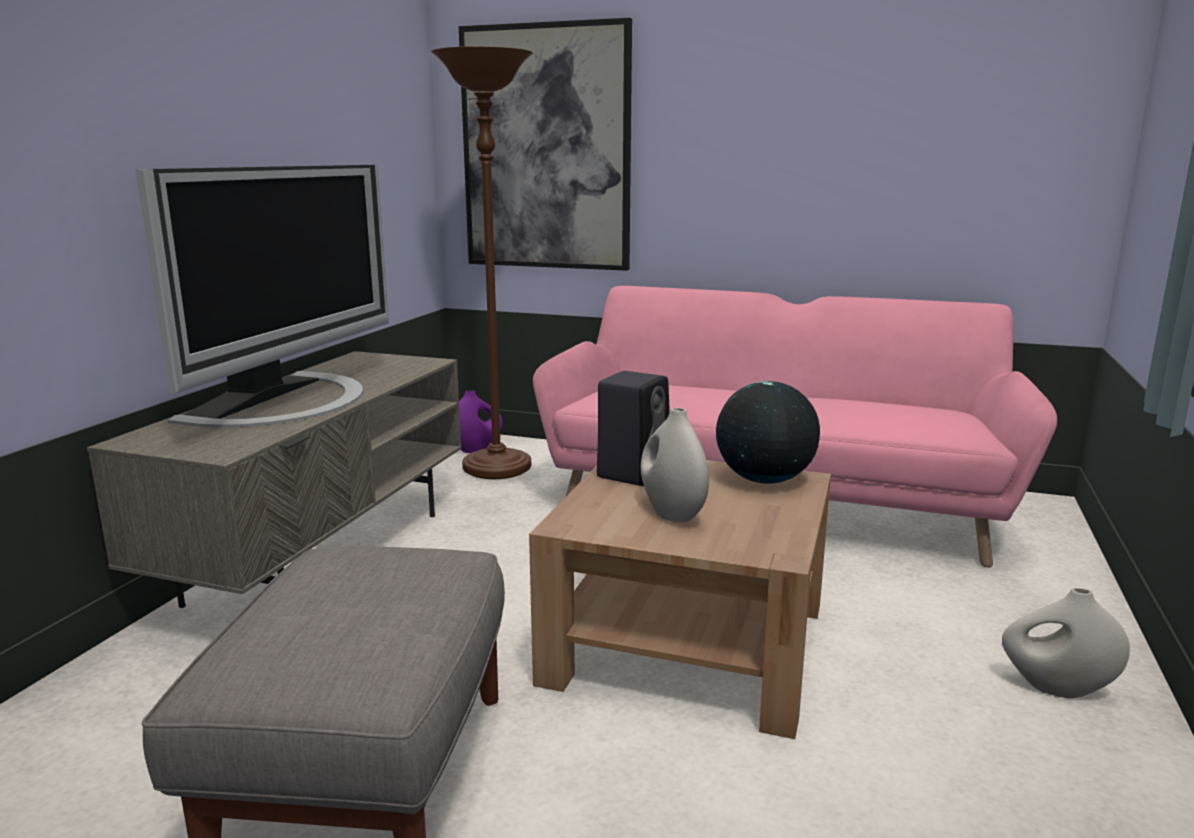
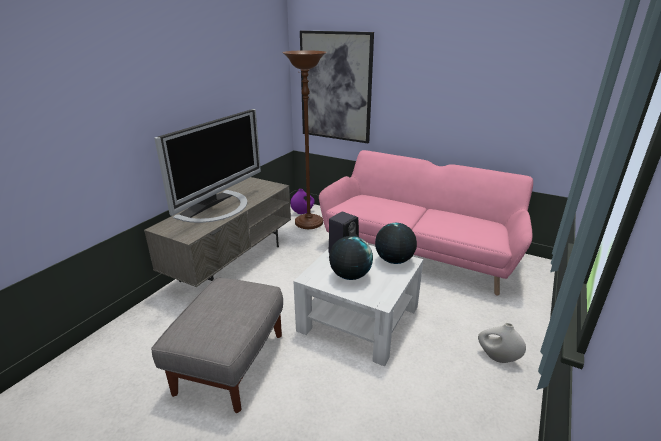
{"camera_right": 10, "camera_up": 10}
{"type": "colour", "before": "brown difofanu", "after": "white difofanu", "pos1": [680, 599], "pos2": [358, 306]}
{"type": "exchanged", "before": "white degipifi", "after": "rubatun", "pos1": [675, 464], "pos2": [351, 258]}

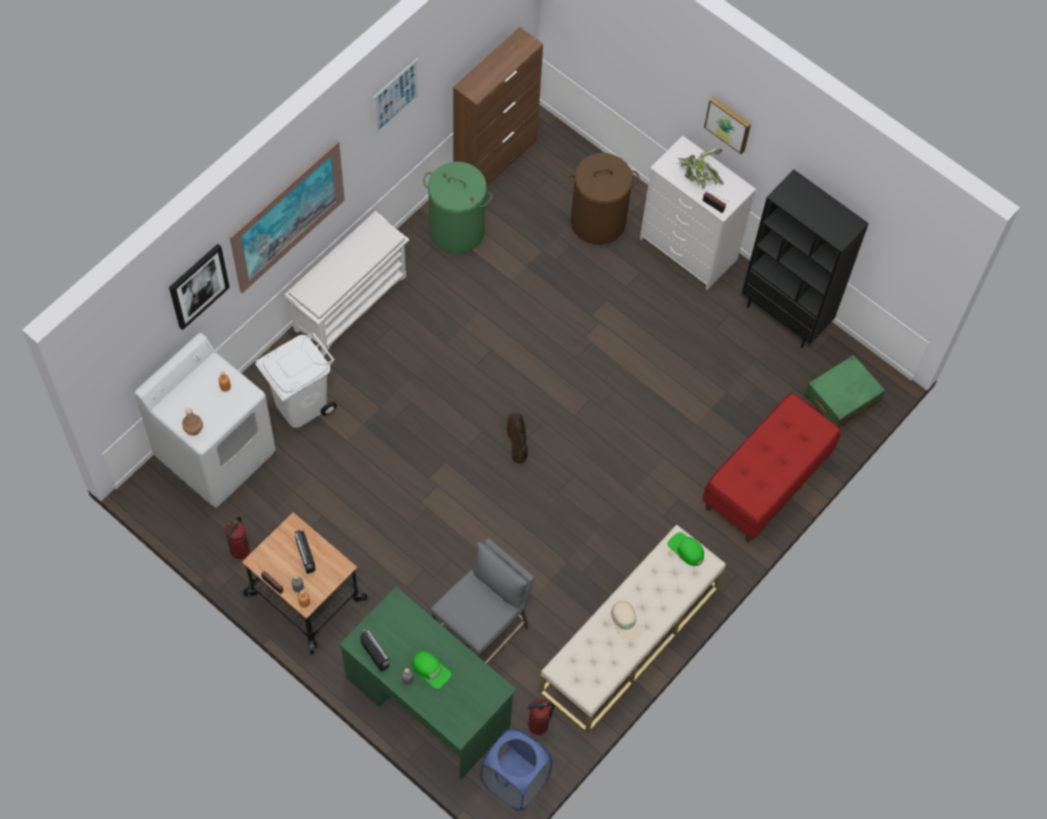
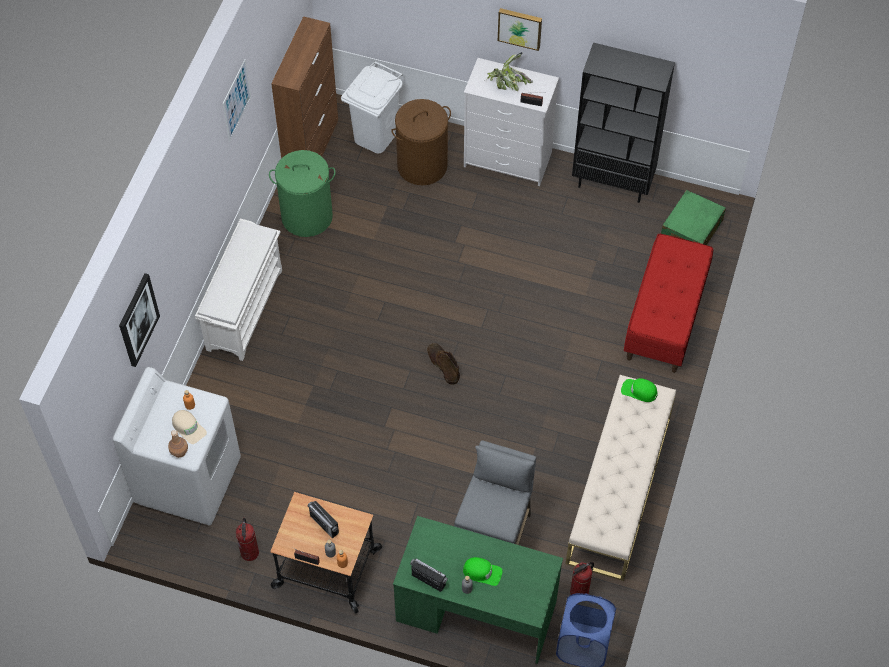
{"camera_right": -20, "camera_up": -5}
{"type": "missing", "before": "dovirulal", "pos1": [287, 216]}
{"type": "relocated", "before": "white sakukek", "pos1": [296, 380], "pos2": [372, 107]}
{"type": "relocated", "before": "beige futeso", "pos1": [626, 621], "pos2": [189, 427]}

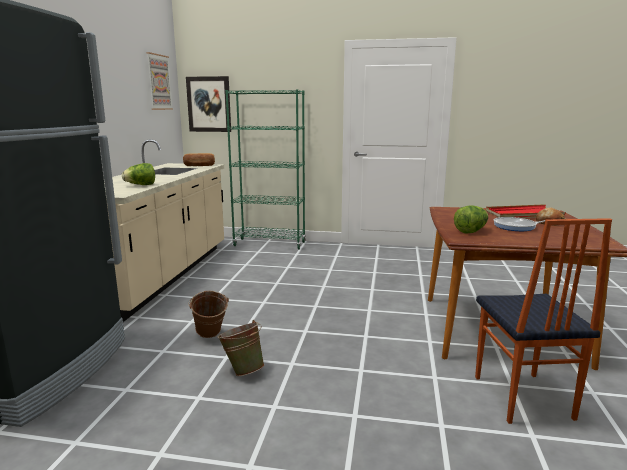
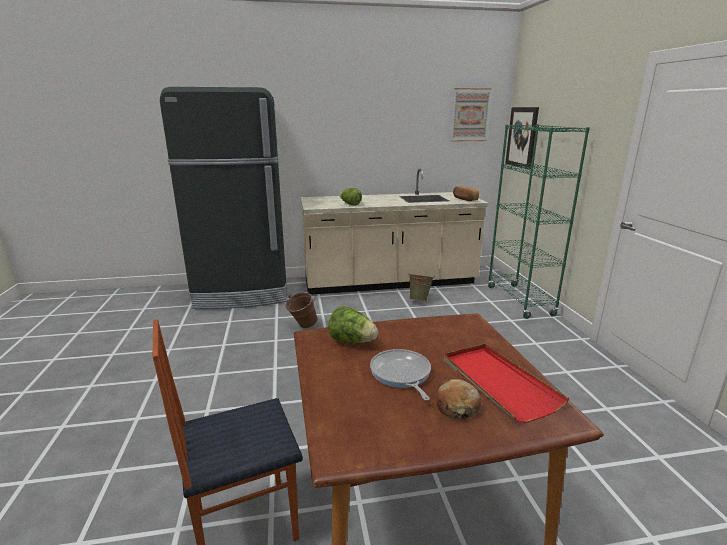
{"camera_right": 70, "camera_up": 5}
{"type": "relocated", "before": "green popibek", "pos1": [240, 348], "pos2": [421, 287]}

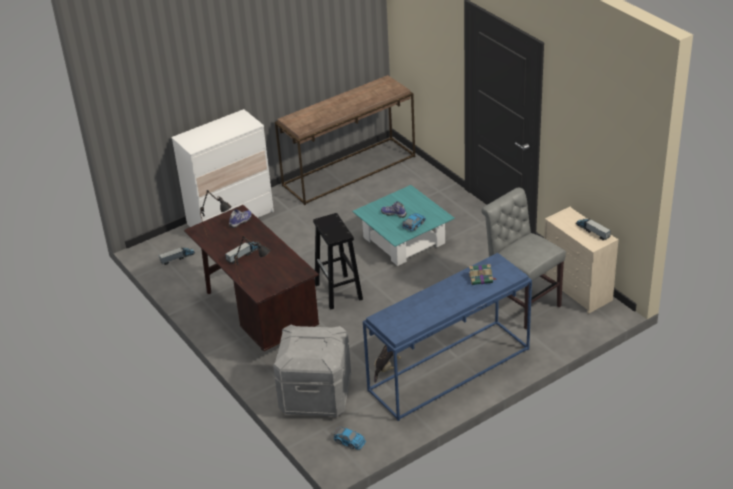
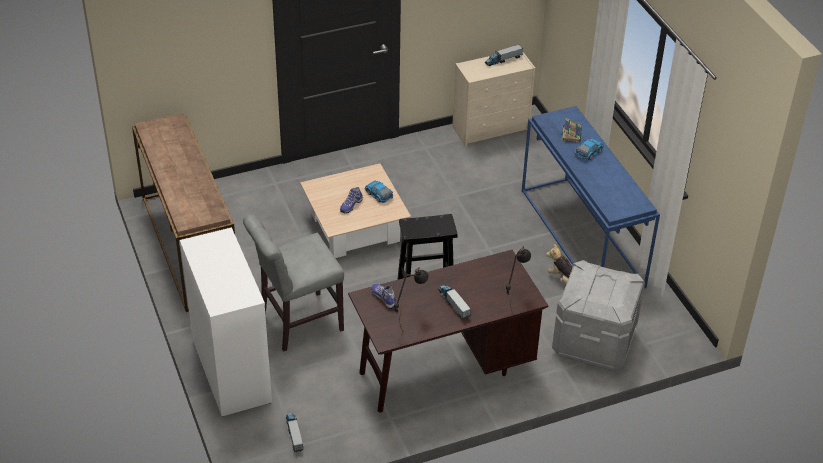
{"camera_right": -80, "camera_up": 5}
{"type": "relocated", "before": "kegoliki", "pos1": [349, 438], "pos2": [589, 149]}
{"type": "colour", "before": "turquoise difofanu", "after": "beige difofanu", "pos1": [403, 225], "pos2": [355, 210]}
{"type": "relocated", "before": "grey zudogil", "pos1": [523, 258], "pos2": [293, 282]}

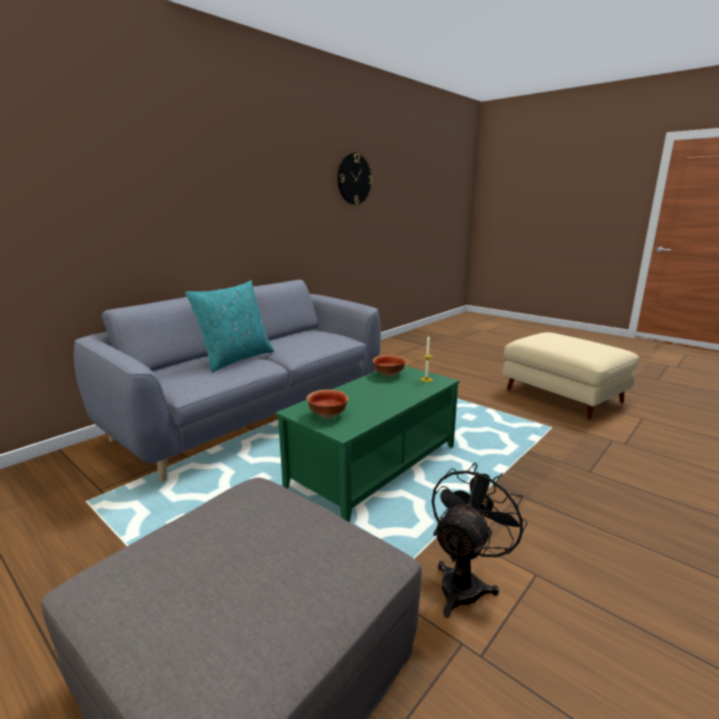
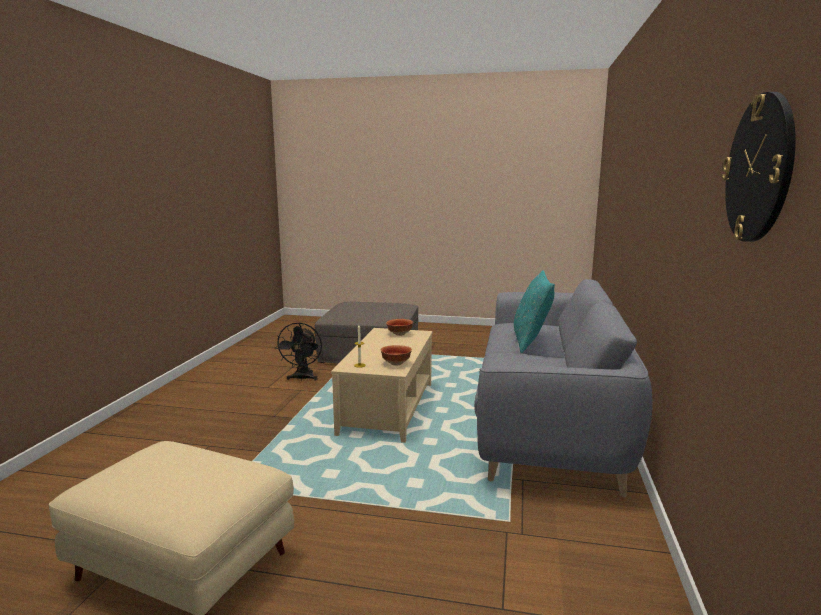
{"camera_right": 150, "camera_up": -5}
{"type": "colour", "before": "green difofanu", "after": "beige difofanu", "pos1": [367, 444], "pos2": [382, 385]}

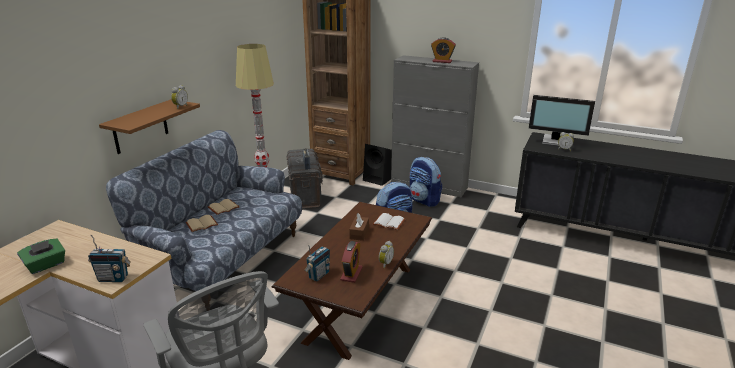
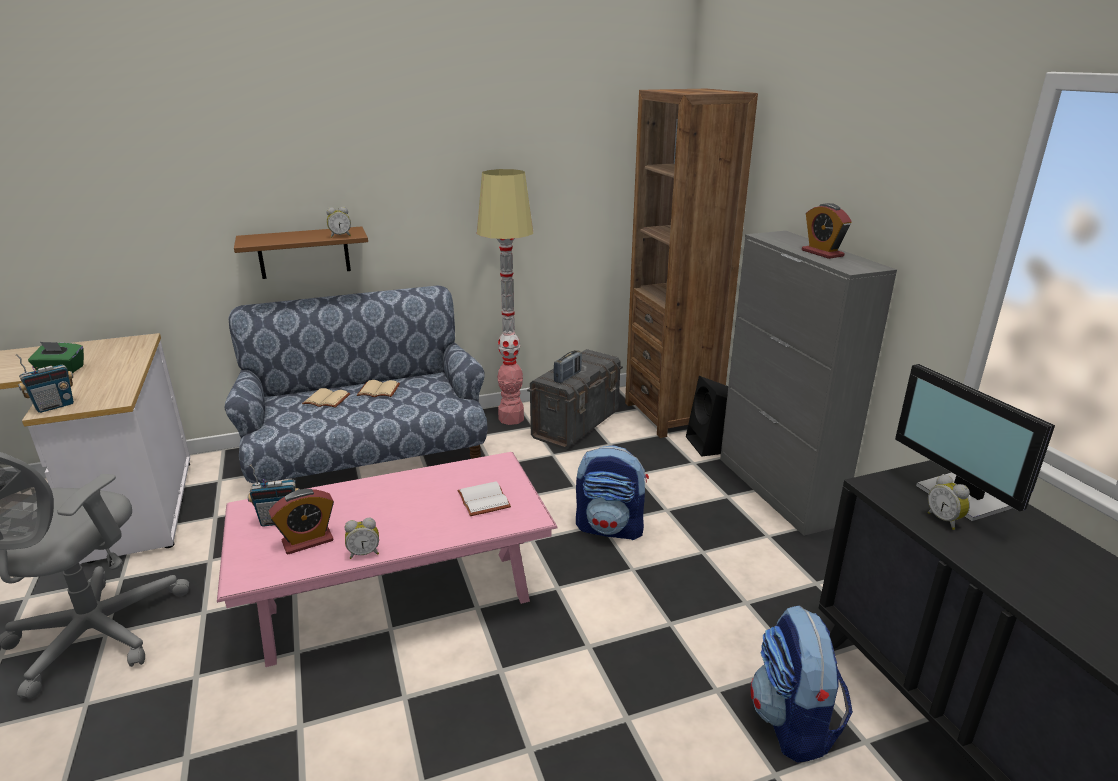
{"camera_right": 45, "camera_up": 0}
{"type": "spun", "before": "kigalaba", "pos1": [109, 258], "pos2": [44, 383], "turn": -90}
{"type": "colour", "before": "brown difofanu", "after": "pink difofanu", "pos1": [351, 281], "pos2": [387, 559]}
{"type": "missing", "before": "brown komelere", "pos1": [359, 227]}
{"type": "relocated", "before": "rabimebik", "pos1": [426, 182], "pos2": [801, 684]}

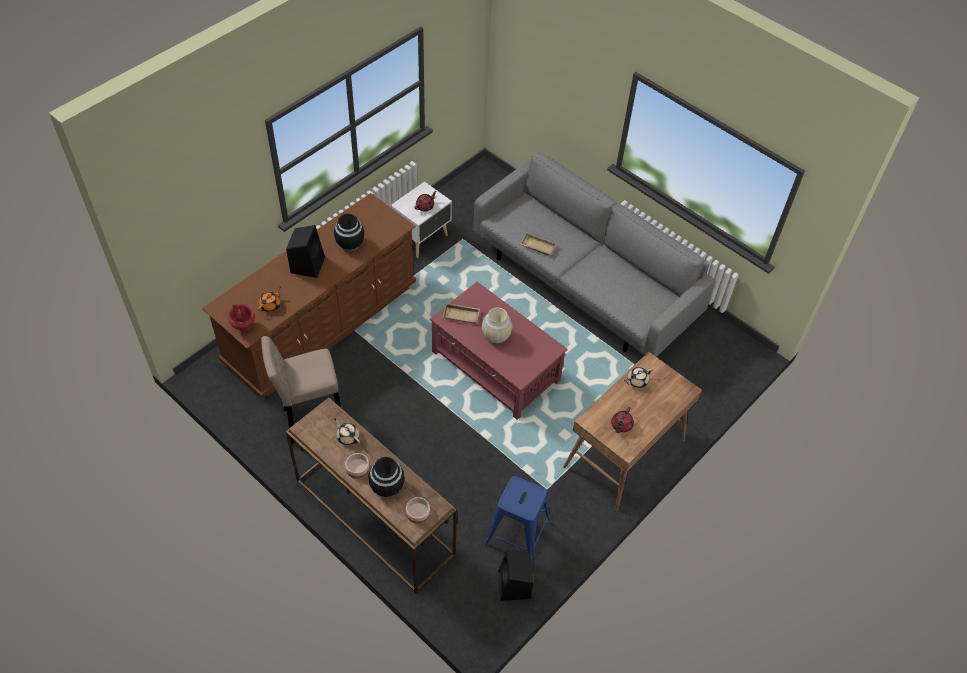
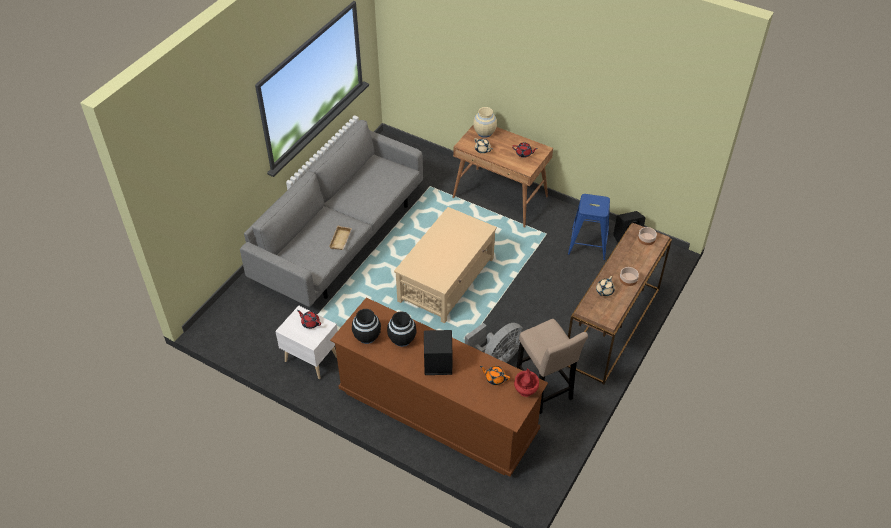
{"camera_right": -100, "camera_up": -5}
{"type": "relocated", "before": "black degipifi", "pos1": [386, 477], "pos2": [366, 326]}
{"type": "colour", "before": "red difofanu", "after": "beige difofanu", "pos1": [499, 351], "pos2": [445, 265]}
{"type": "missing", "before": "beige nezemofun", "pos1": [461, 313]}
{"type": "relocated", "before": "beige degipifi", "pos1": [497, 325], "pos2": [485, 122]}
{"type": "appeared", "after": "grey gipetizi", "pos2": [495, 343]}

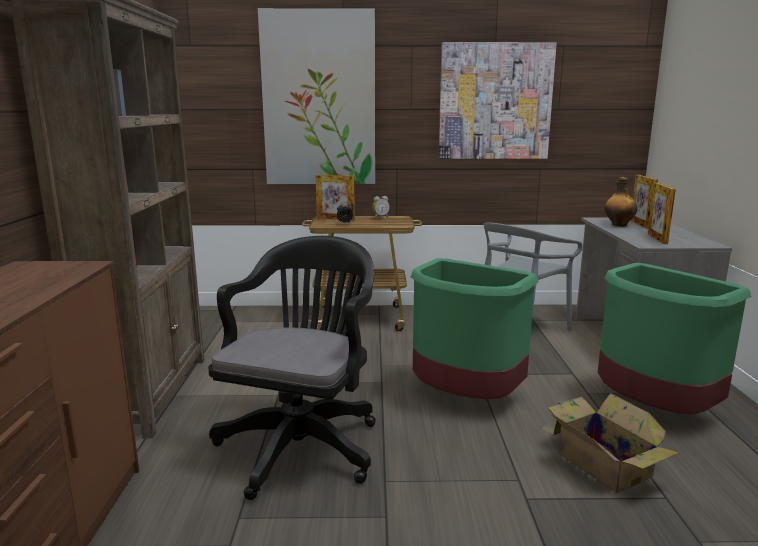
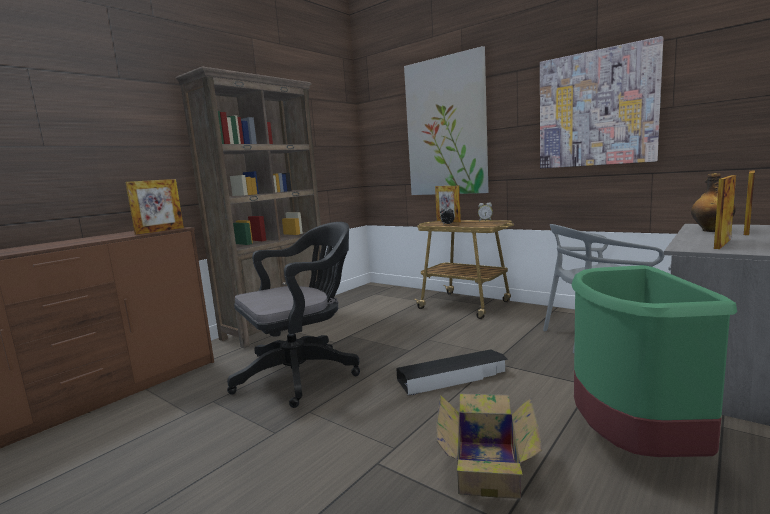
{"camera_right": 40, "camera_up": -5}
{"type": "exchanged", "before": "green sakukek", "after": "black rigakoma", "pos1": [474, 328], "pos2": [451, 372]}
{"type": "appeared", "after": "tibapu", "pos2": [154, 207]}

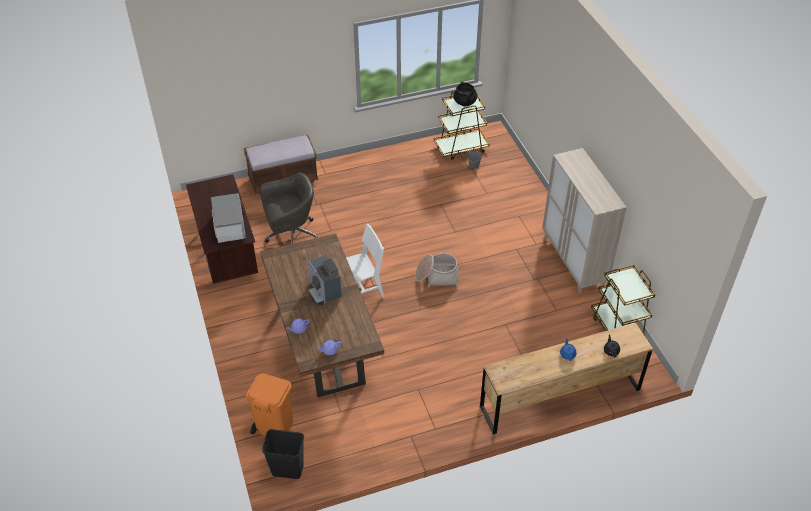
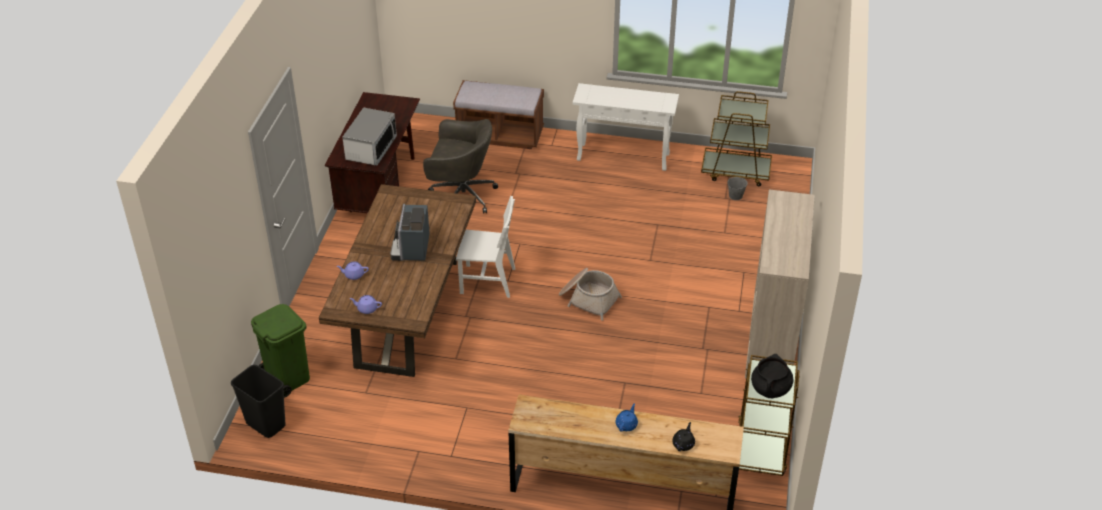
{"camera_right": 30, "camera_up": -5}
{"type": "colour", "before": "orange sakukek", "after": "green sakukek", "pos1": [269, 405], "pos2": [280, 351]}
{"type": "relocated", "before": "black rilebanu", "pos1": [465, 94], "pos2": [772, 376]}
{"type": "appeared", "after": "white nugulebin", "pos2": [626, 127]}

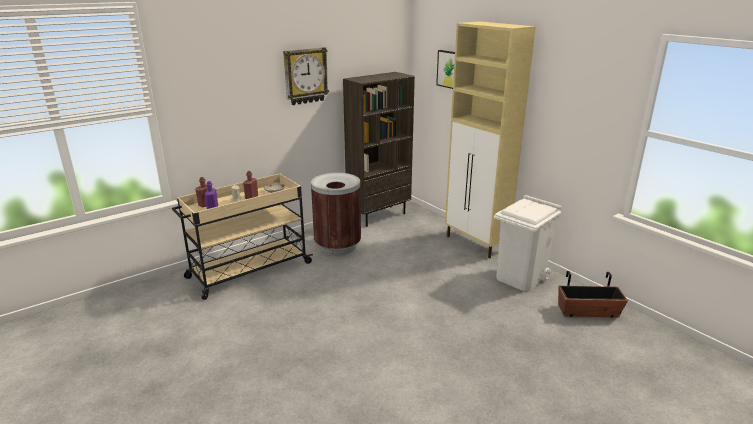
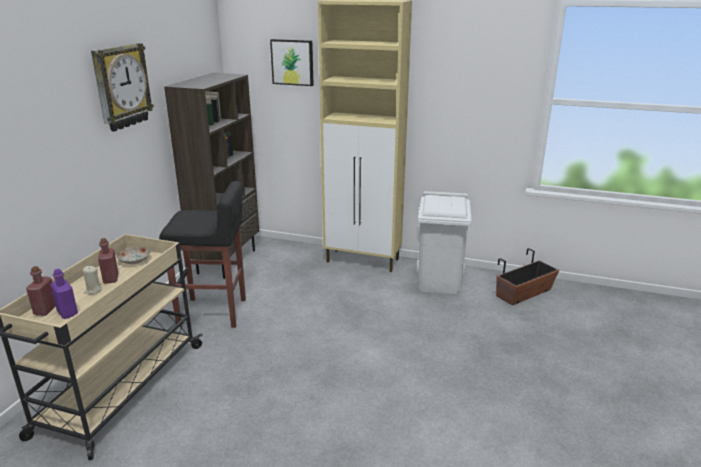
{"camera_right": -35, "camera_up": 0}
{"type": "exchanged", "before": "brown sakukek", "after": "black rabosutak", "pos1": [336, 214], "pos2": [202, 254]}

